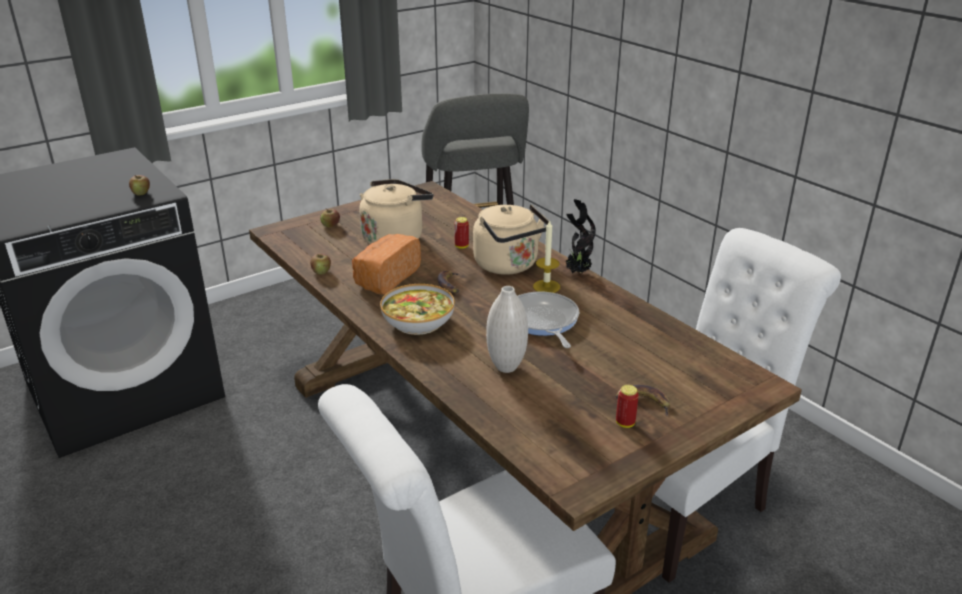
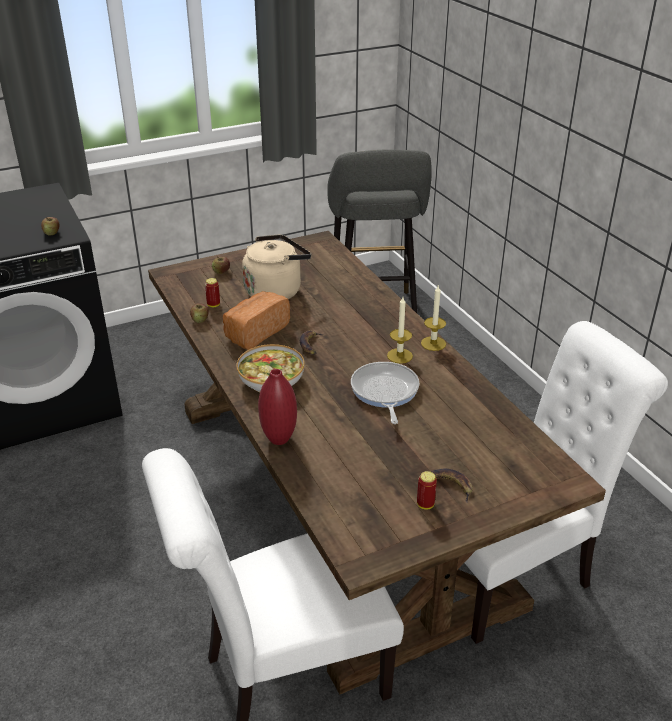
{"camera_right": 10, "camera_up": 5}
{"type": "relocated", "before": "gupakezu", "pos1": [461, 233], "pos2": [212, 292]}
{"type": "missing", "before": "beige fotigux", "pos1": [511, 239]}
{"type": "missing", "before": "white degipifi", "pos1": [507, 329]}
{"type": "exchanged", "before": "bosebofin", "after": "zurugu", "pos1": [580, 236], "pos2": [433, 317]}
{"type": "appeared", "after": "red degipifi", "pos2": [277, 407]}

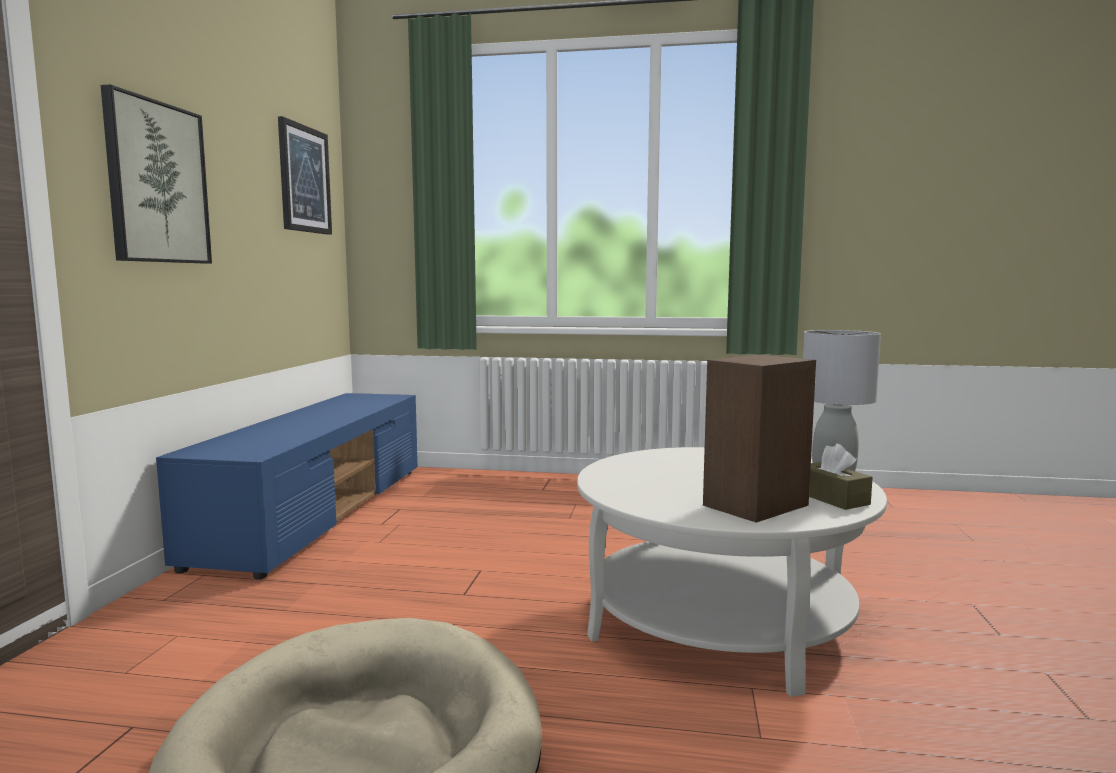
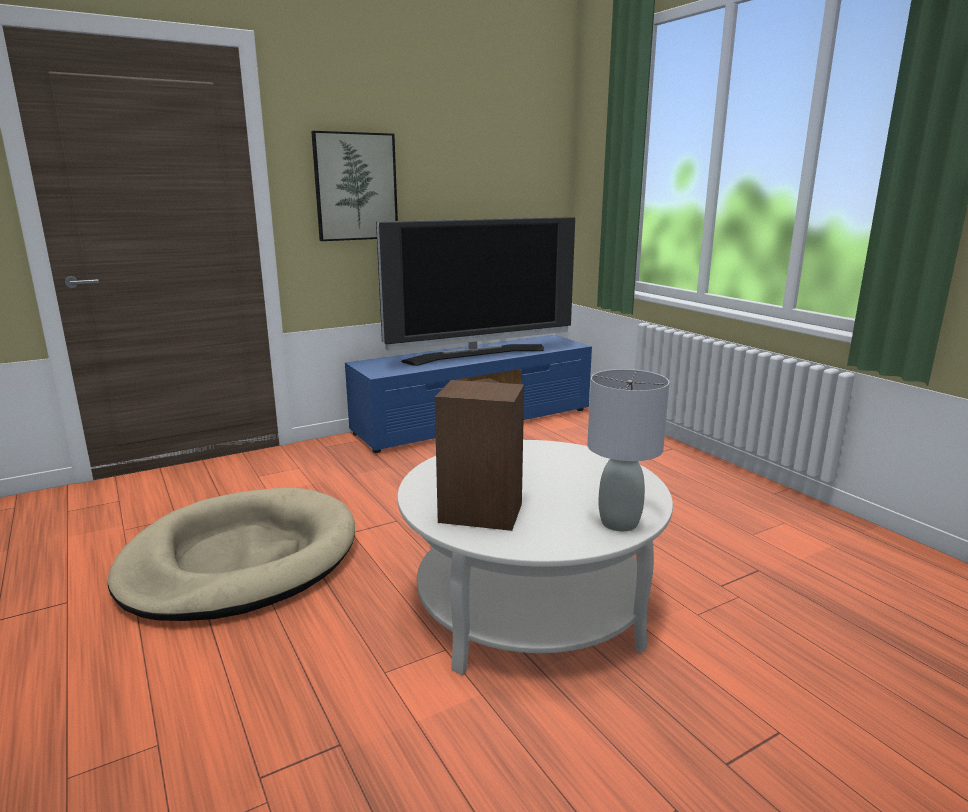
{"camera_right": 50, "camera_up": 10}
{"type": "missing", "before": "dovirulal", "pos1": [305, 175]}
{"type": "missing", "before": "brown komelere", "pos1": [841, 476]}
{"type": "appeared", "after": "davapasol", "pos2": [475, 291]}

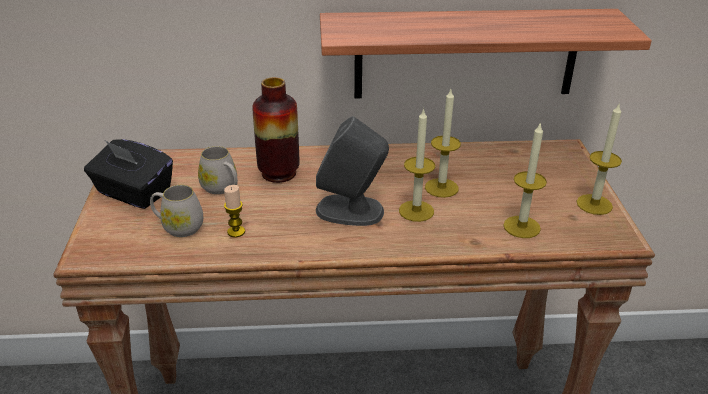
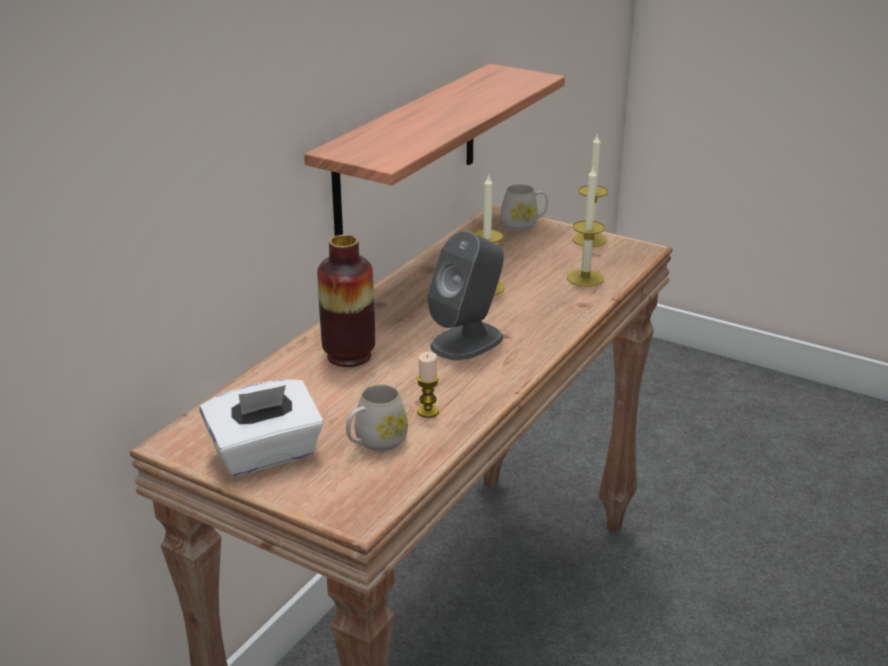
{"camera_right": -55, "camera_up": -5}
{"type": "colour", "before": "black komelere", "after": "white komelere", "pos1": [128, 174], "pos2": [262, 428]}
{"type": "relocated", "before": "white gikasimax", "pos1": [218, 170], "pos2": [524, 207]}
{"type": "missing", "before": "zurugu", "pos1": [417, 165]}

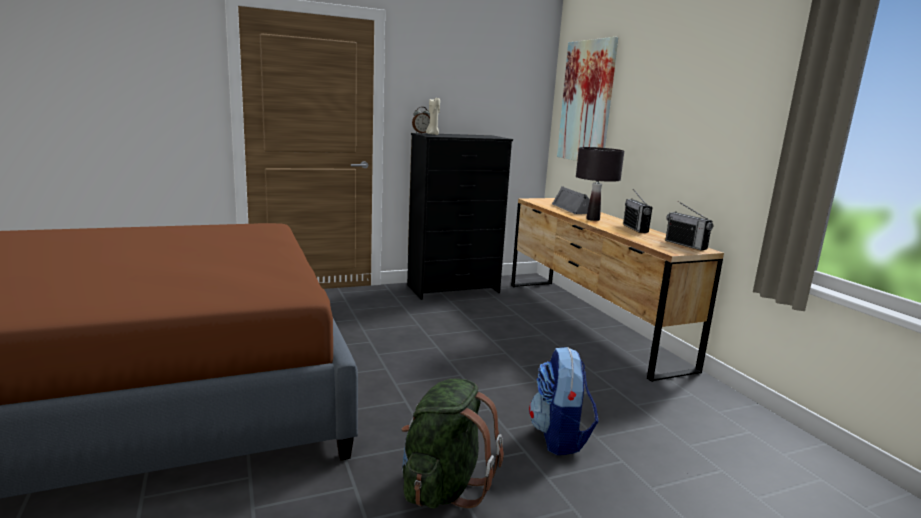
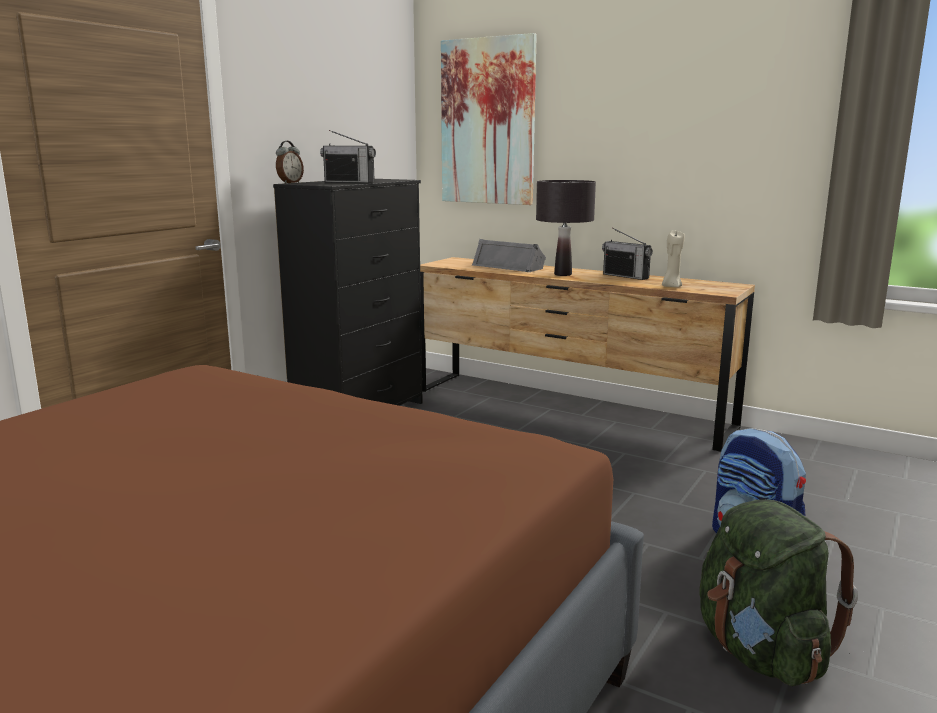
{"camera_right": -35, "camera_up": 0}
{"type": "relocated", "before": "beige zurugu", "pos1": [433, 116], "pos2": [673, 259]}
{"type": "relocated", "before": "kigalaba", "pos1": [689, 226], "pos2": [348, 156]}

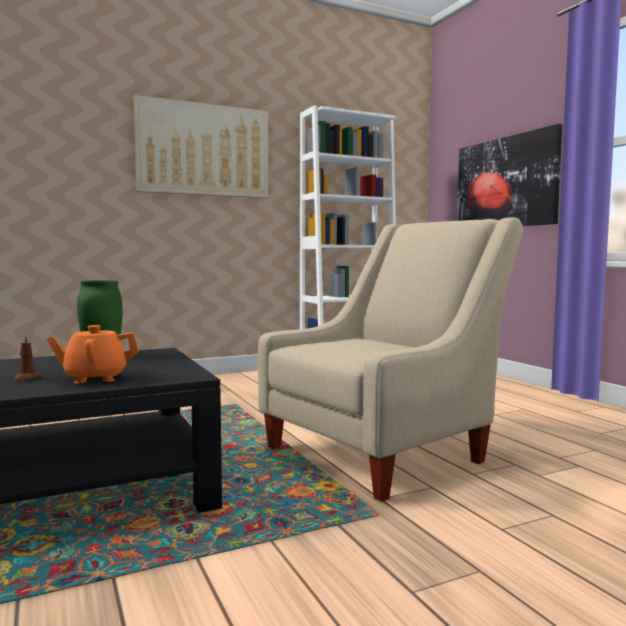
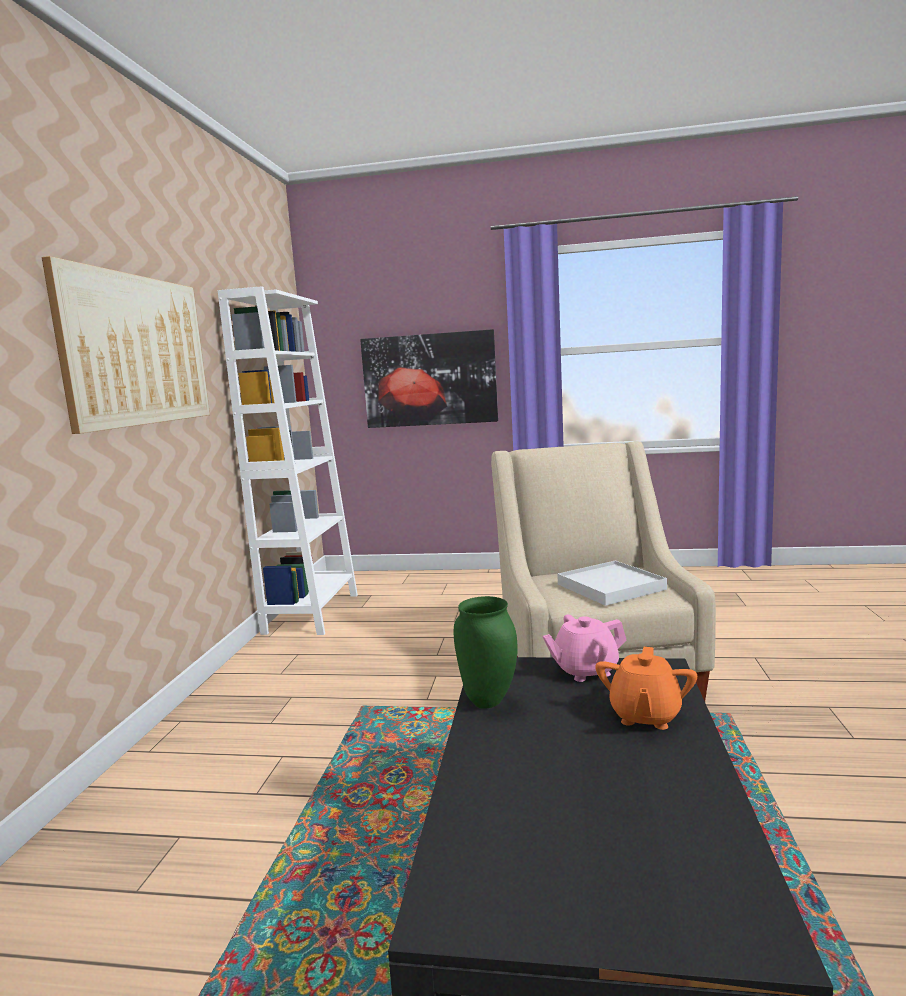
{"camera_right": -55, "camera_up": 5}
{"type": "missing", "before": "brown zurugu", "pos1": [28, 357]}
{"type": "appeared", "after": "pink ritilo", "pos2": [585, 648]}
{"type": "appeared", "after": "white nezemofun", "pos2": [612, 583]}

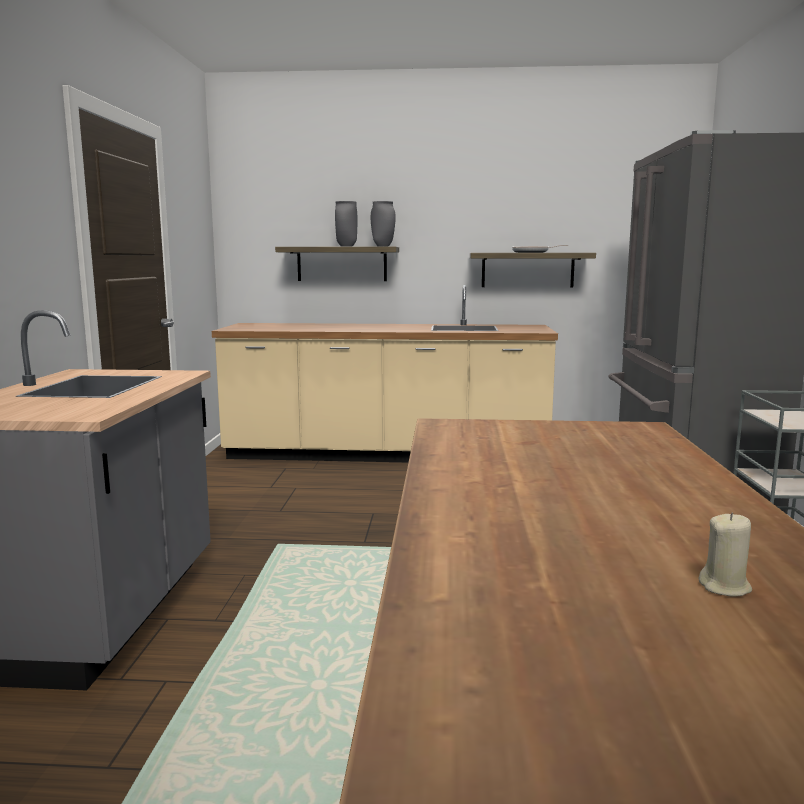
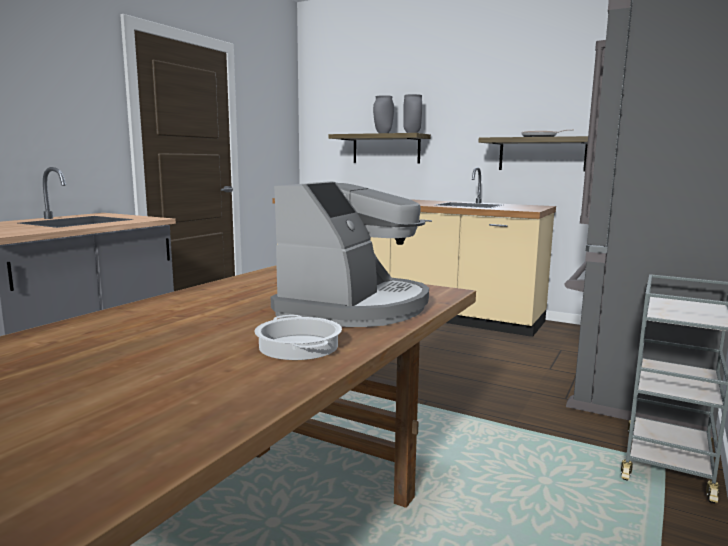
{"camera_right": 25, "camera_up": 0}
{"type": "missing", "before": "beige zurugu", "pos1": [725, 555]}
{"type": "appeared", "after": "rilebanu", "pos2": [298, 337]}
{"type": "appeared", "after": "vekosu", "pos2": [350, 254]}

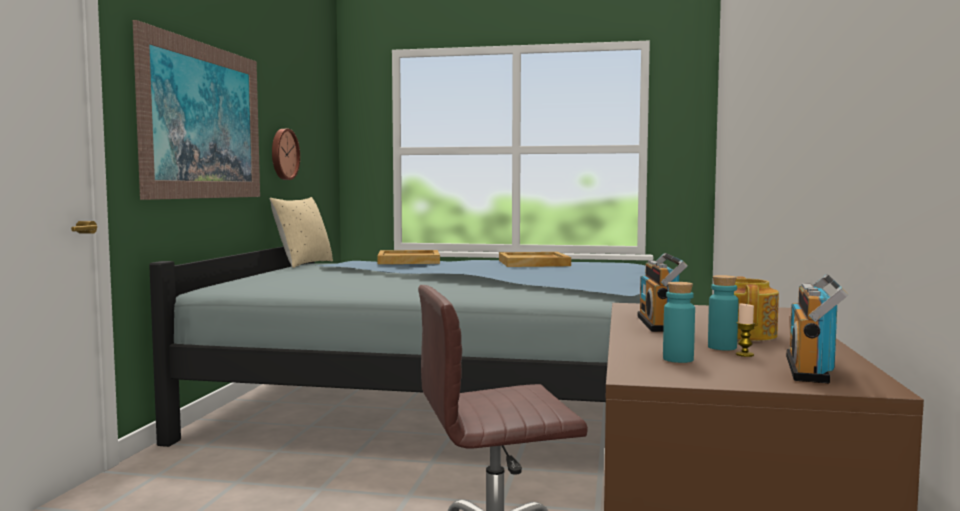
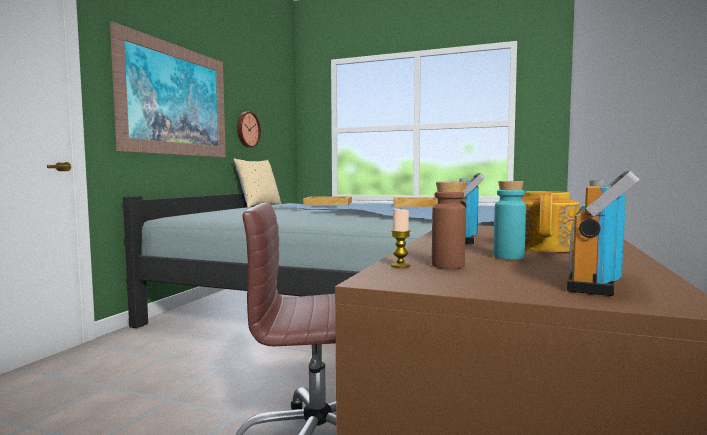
{"camera_right": 10, "camera_up": 0}
{"type": "colour", "before": "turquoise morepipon", "after": "brown morepipon", "pos1": [679, 322], "pos2": [449, 225]}
{"type": "relocated", "before": "zurugu", "pos1": [745, 330], "pos2": [401, 238]}

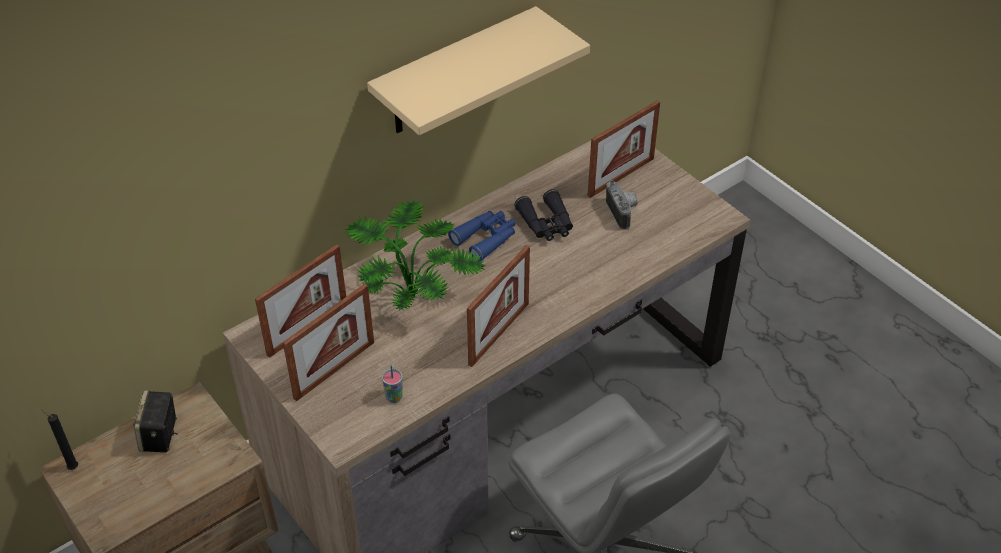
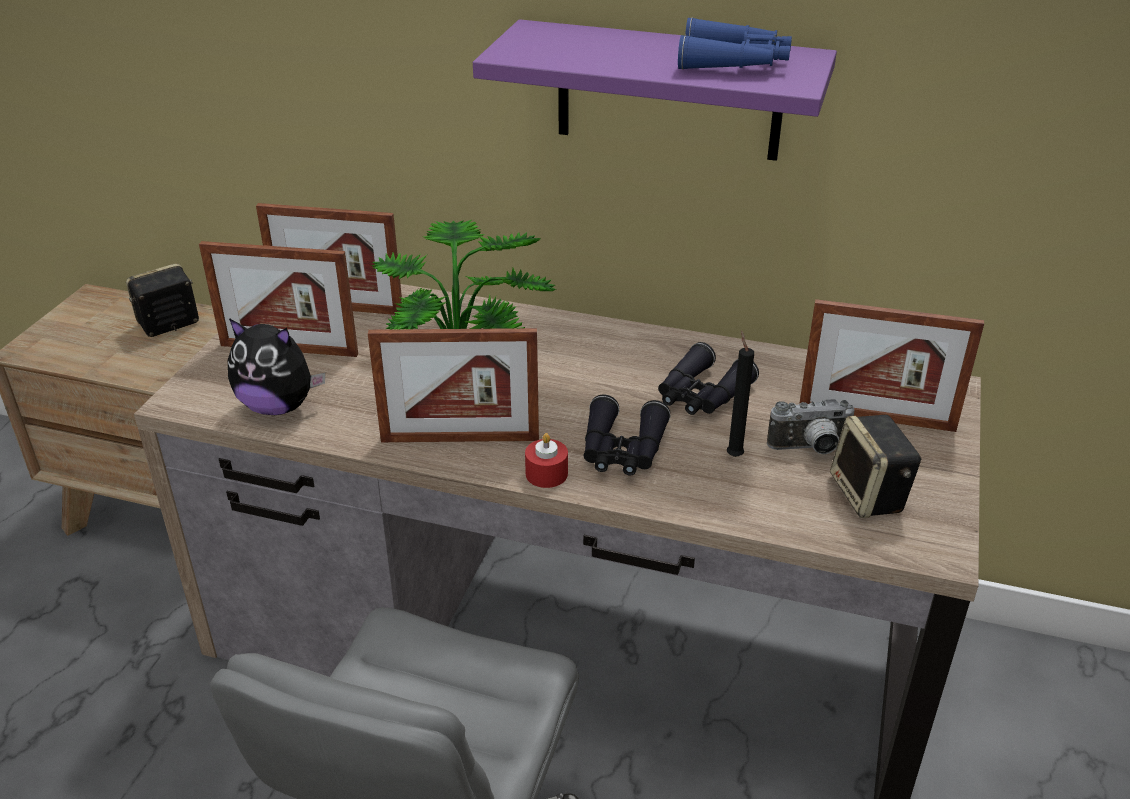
{"camera_right": 55, "camera_up": -10}
{"type": "relocated", "before": "black zurugu", "pos1": [59, 439], "pos2": [740, 394]}
{"type": "colour", "before": "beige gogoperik", "after": "purple gogoperik", "pos1": [478, 70], "pos2": [655, 90]}
{"type": "exchanged", "before": "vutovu", "after": "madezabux", "pos1": [392, 384], "pos2": [276, 366]}
{"type": "relocated", "before": "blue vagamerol", "pos1": [482, 236], "pos2": [735, 43]}
{"type": "spun", "before": "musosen", "pos1": [622, 205], "pos2": [810, 426], "turn": 45}
{"type": "appeared", "after": "red zurugu", "pos2": [546, 460]}
{"type": "appeared", "after": "black vagamerol", "pos2": [627, 435]}
{"type": "appeared", "after": "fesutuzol", "pos2": [876, 466]}

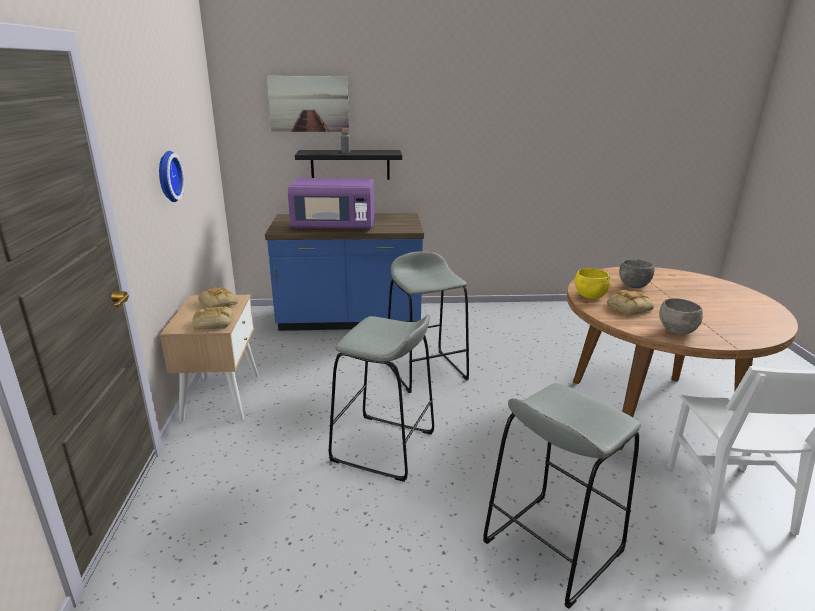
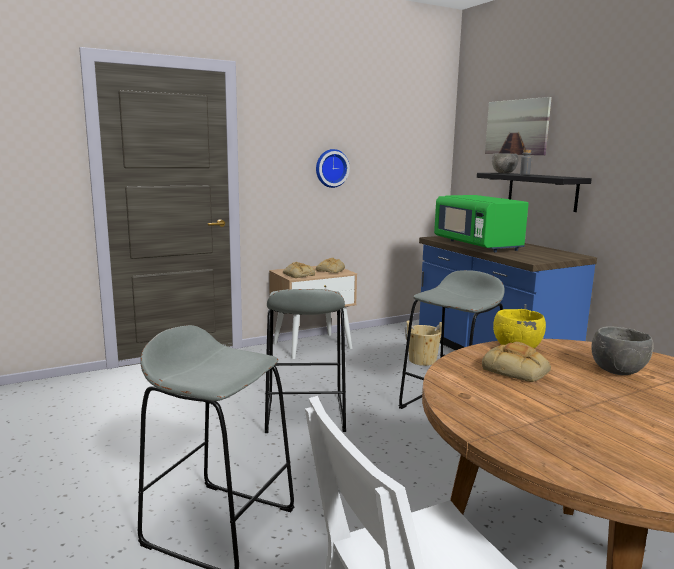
{"camera_right": 65, "camera_up": -10}
{"type": "colour", "before": "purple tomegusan", "after": "green tomegusan", "pos1": [331, 204], "pos2": [481, 223]}
{"type": "relocated", "before": "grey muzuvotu", "pos1": [681, 316], "pos2": [505, 163]}
{"type": "appeared", "after": "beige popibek", "pos2": [423, 343]}

